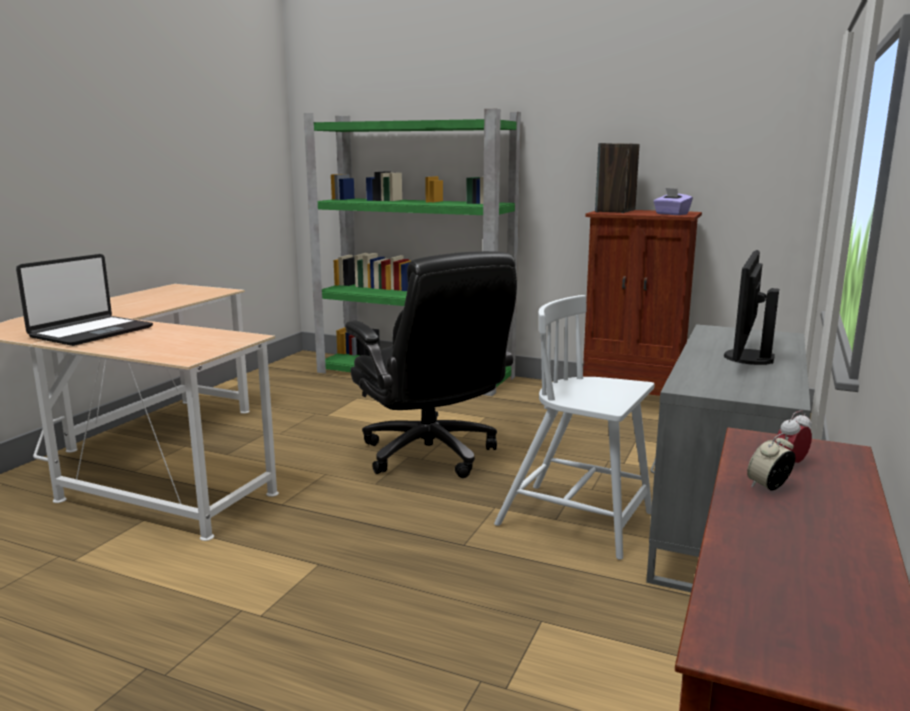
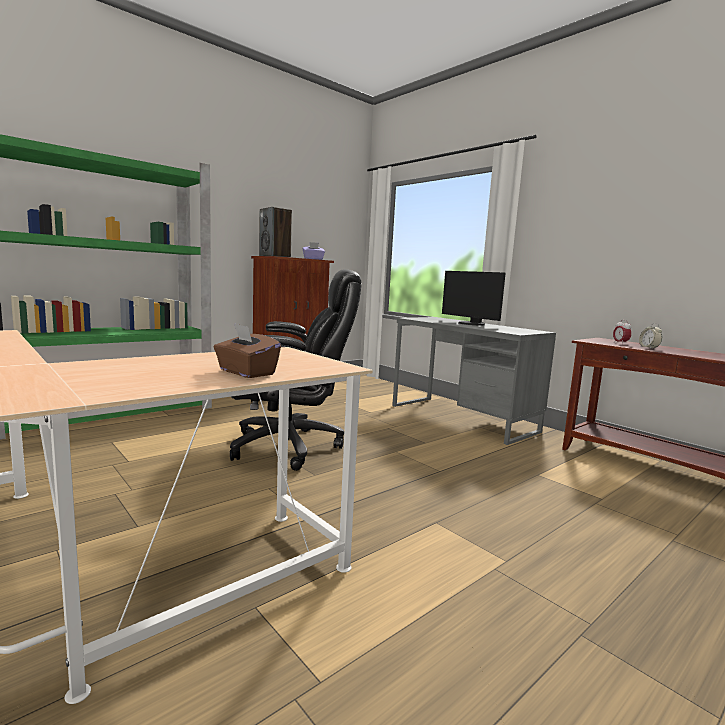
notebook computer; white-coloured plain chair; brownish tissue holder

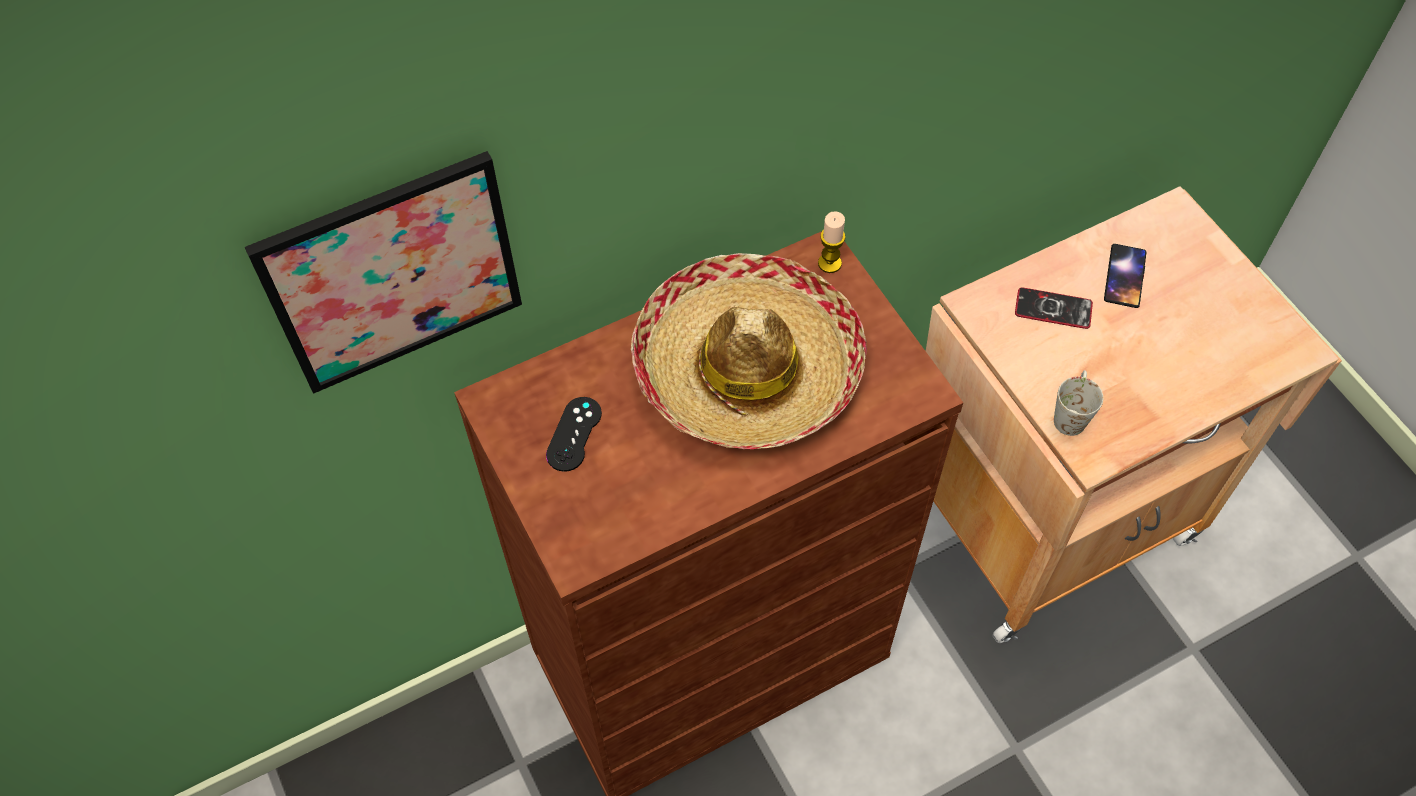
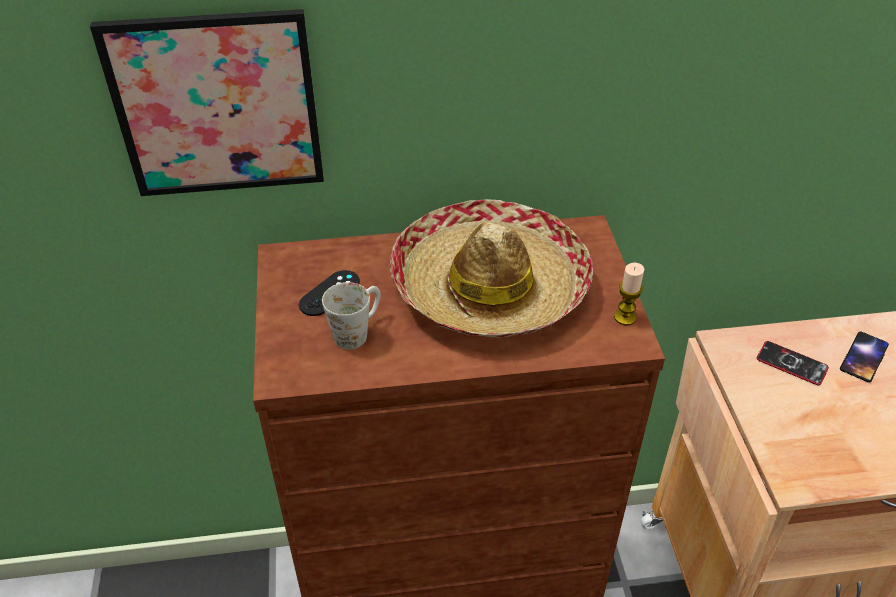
wax light; white-coloured mug

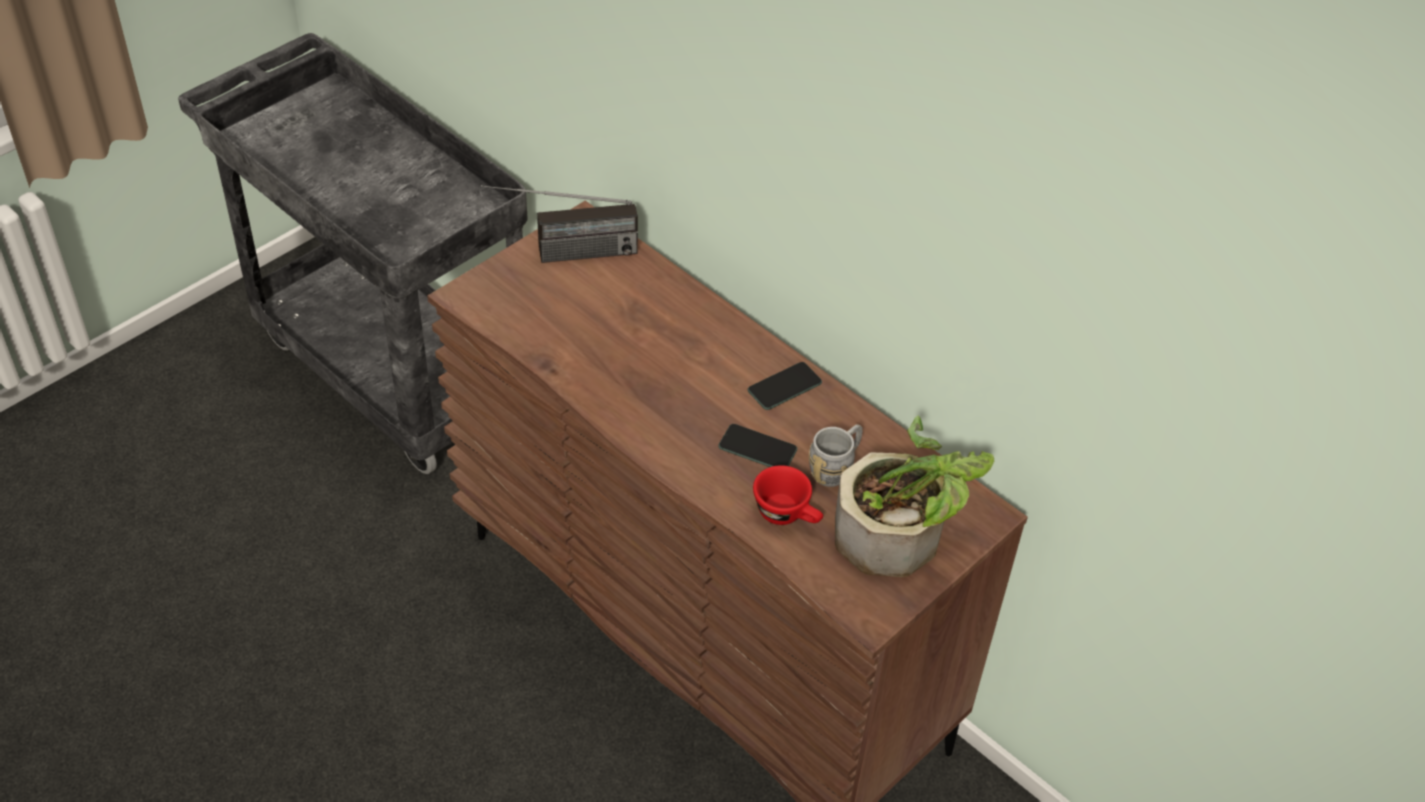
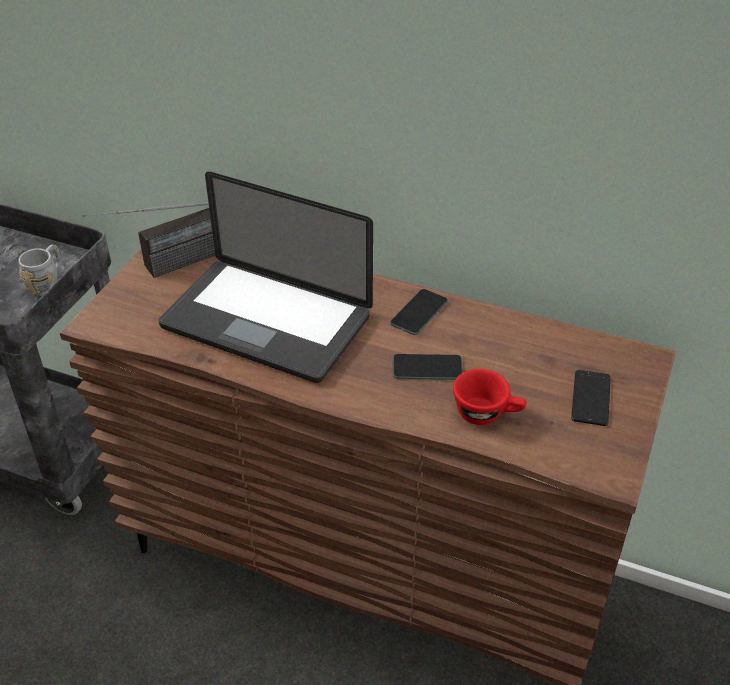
handset (no. 3 from left); gray mug; notebook computer

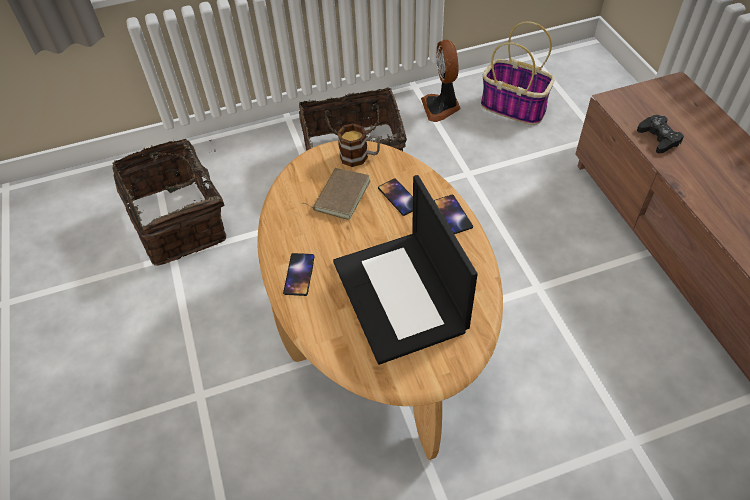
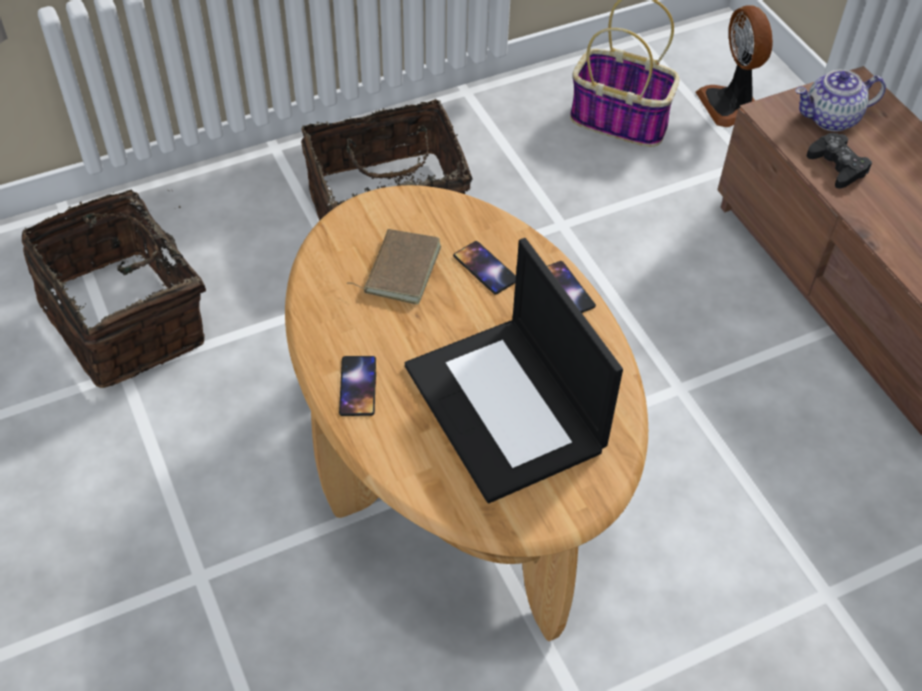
electric fan; mug; teapot

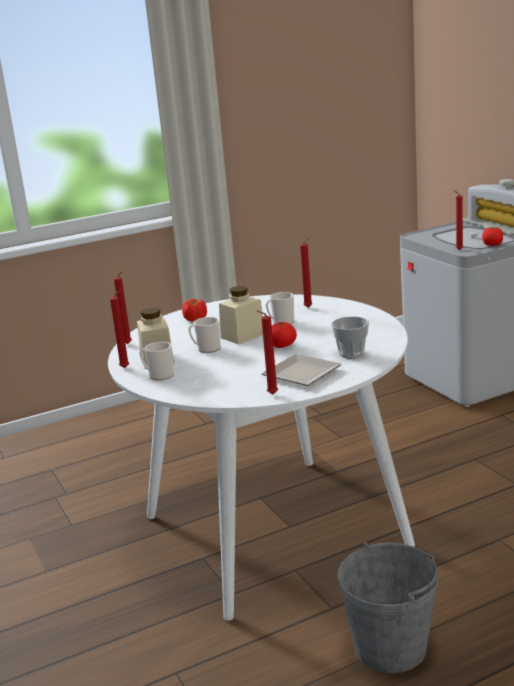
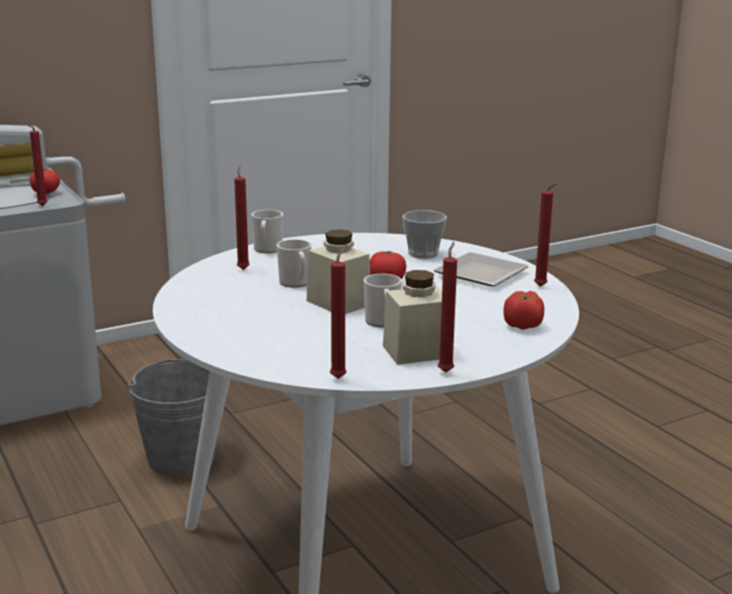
fresh tomato (no. 3 from left); mug (no. 1 from left); gray bucket

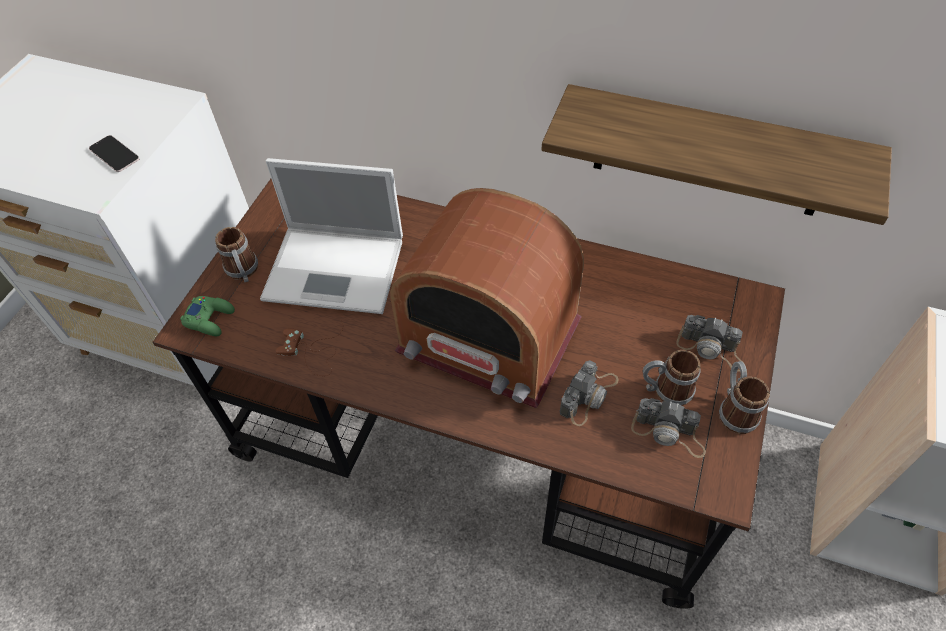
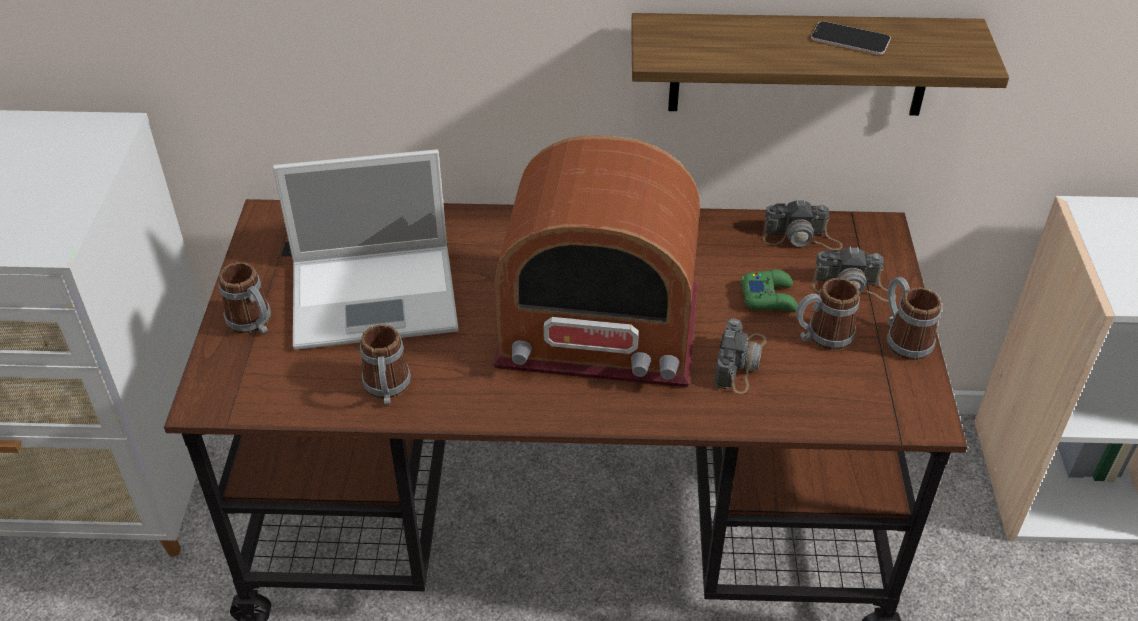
handset; green-coloured joypad; mug (no. 2 from left); photo camera (no. 2 from left)

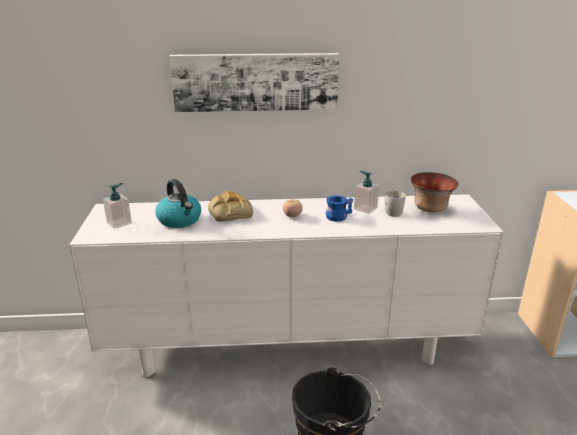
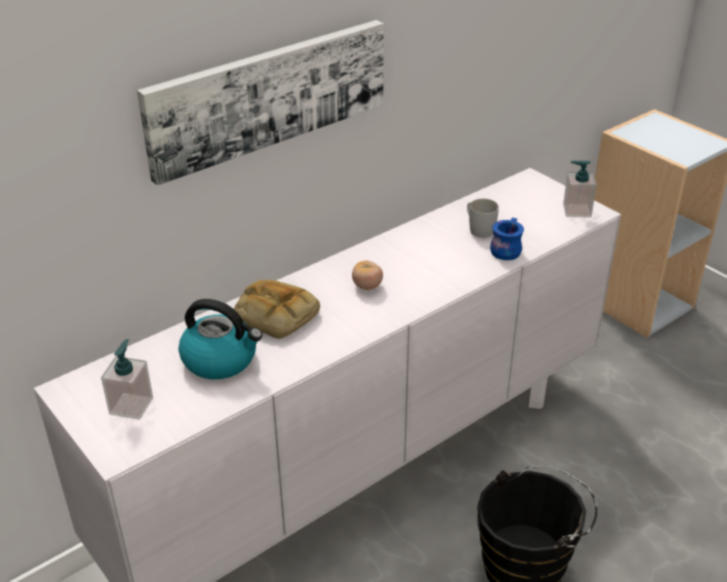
liquid soap bottle (no. 2 from left); serving bowl; blue mug

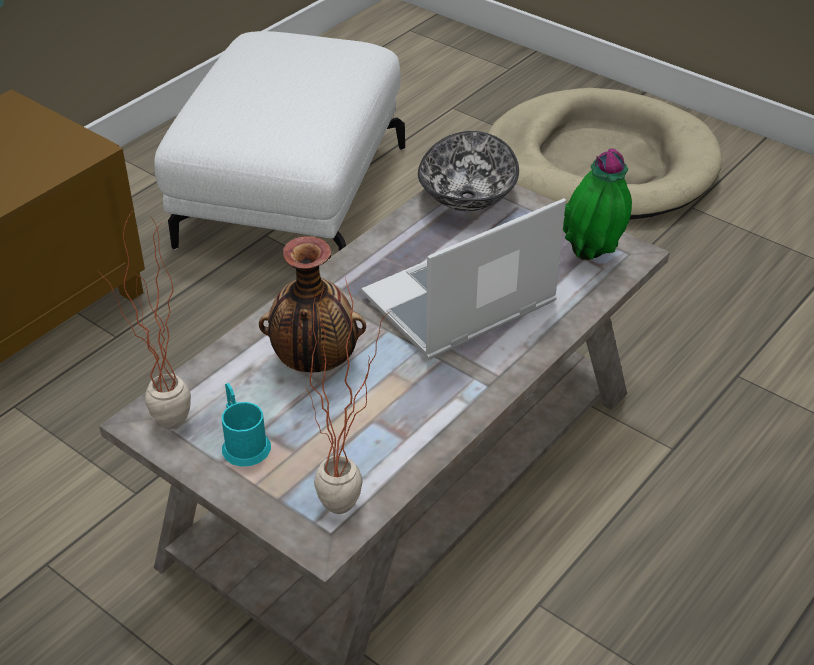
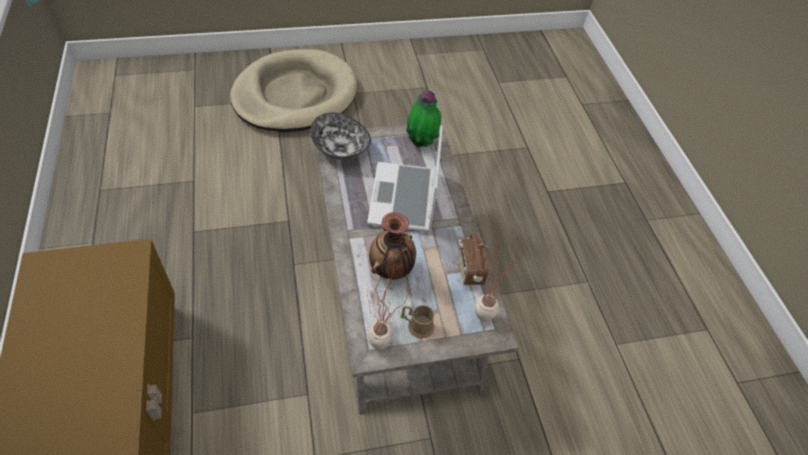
white-coloured footrest; brownish mug; radio

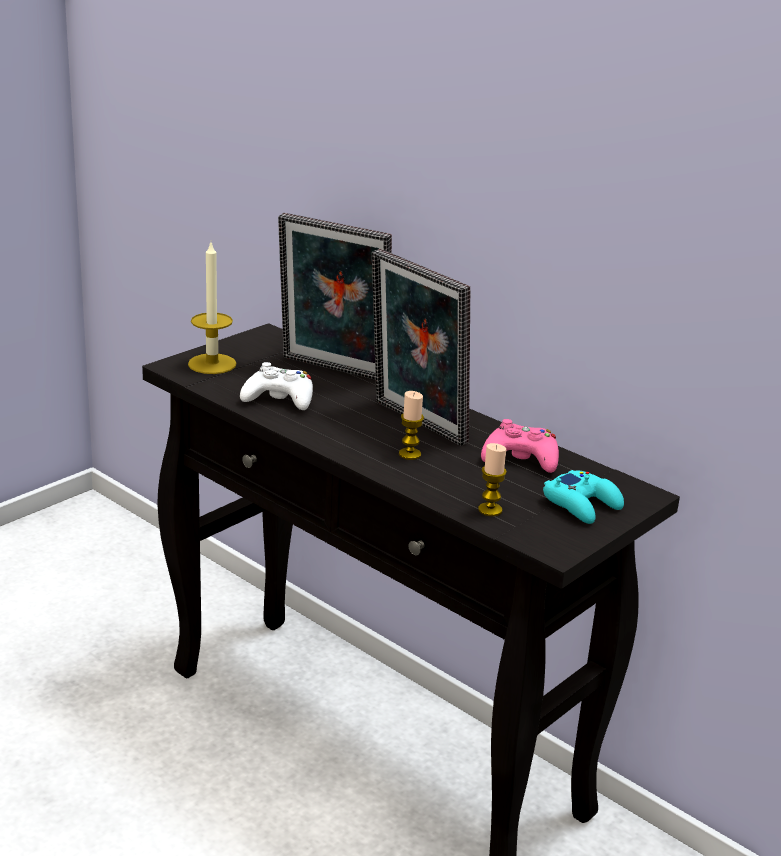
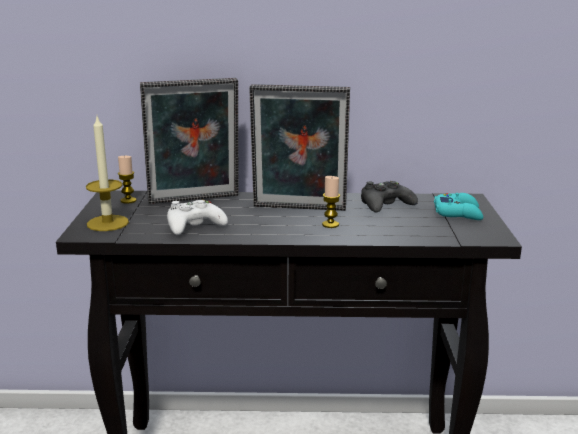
black-coloured joypad; wax light (no. 2 from left)

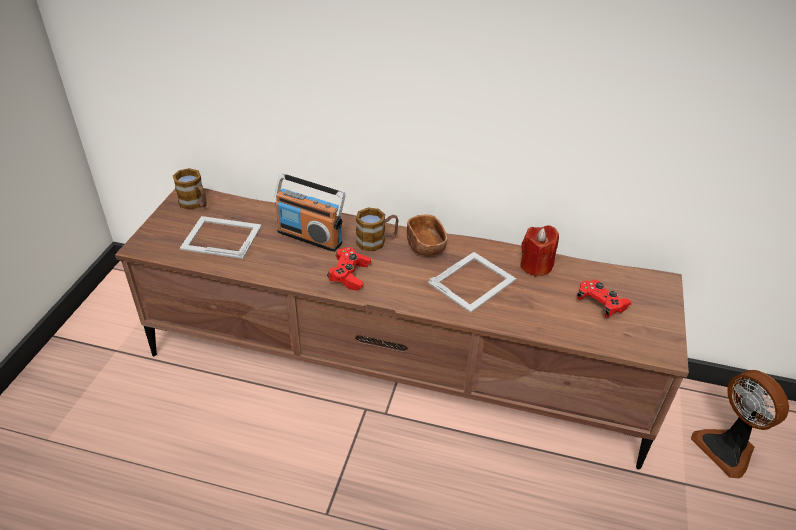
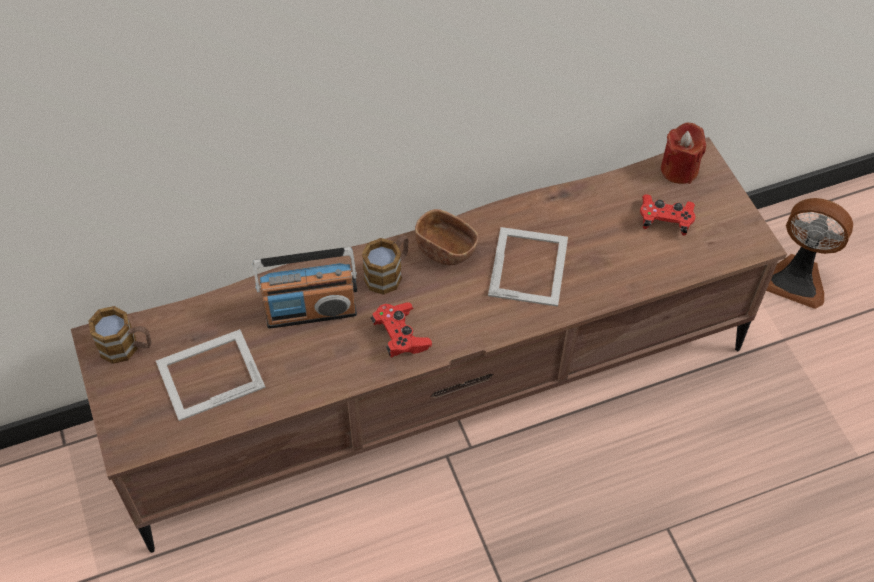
red-coloured wax light

